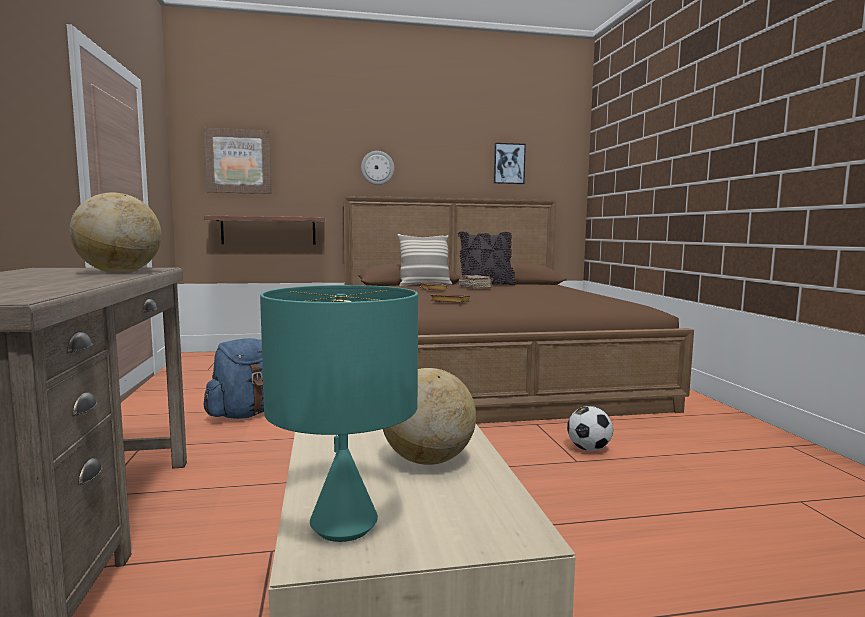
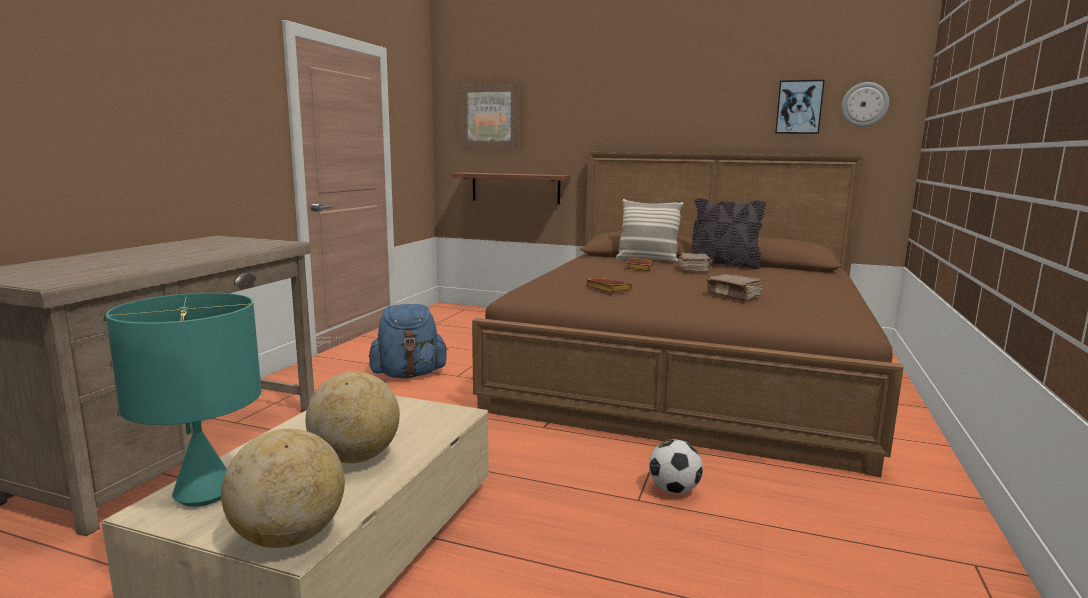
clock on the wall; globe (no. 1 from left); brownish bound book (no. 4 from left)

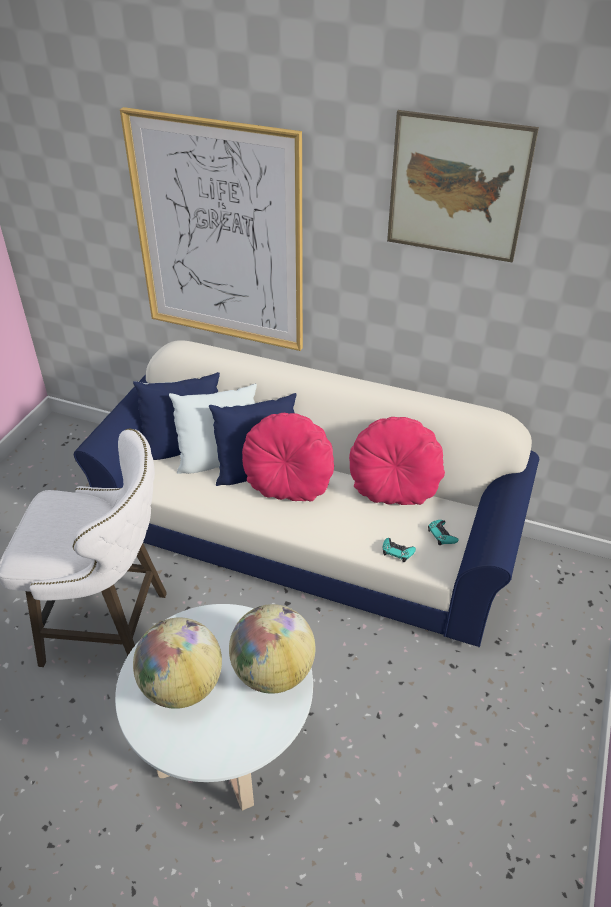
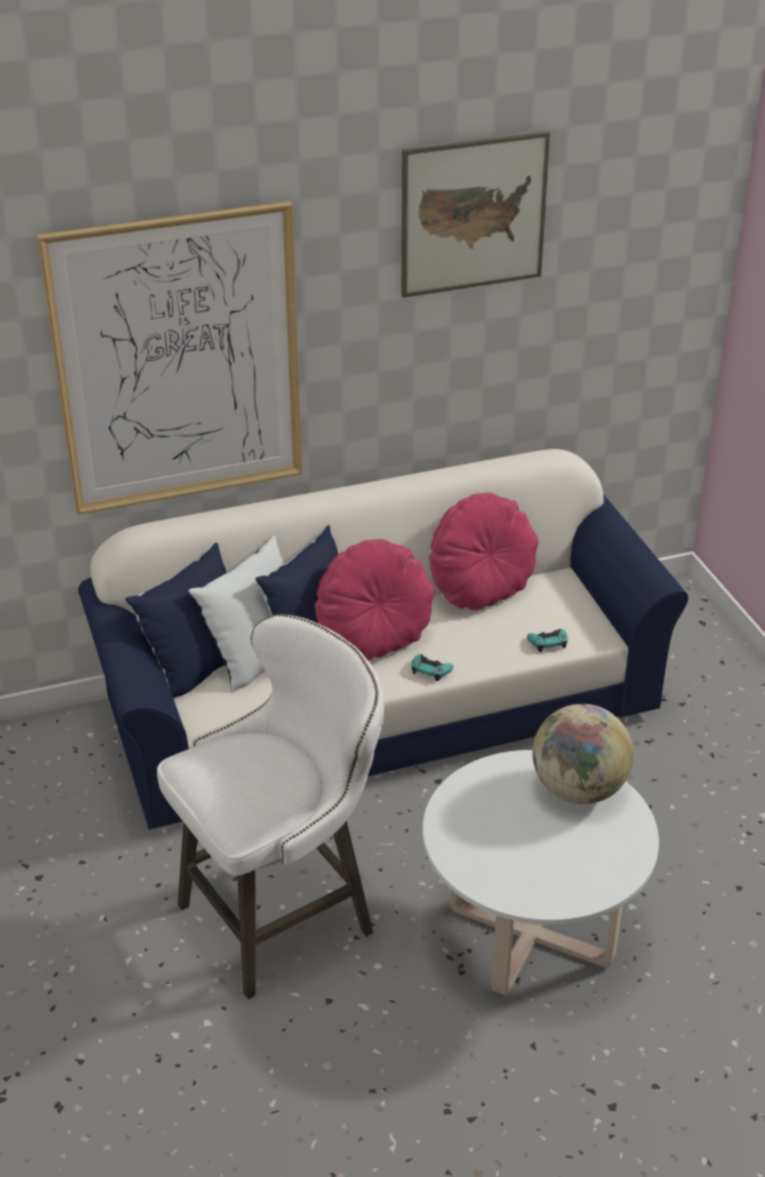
turquoise joypad (no. 1 from left); globe (no. 1 from left in the first image)

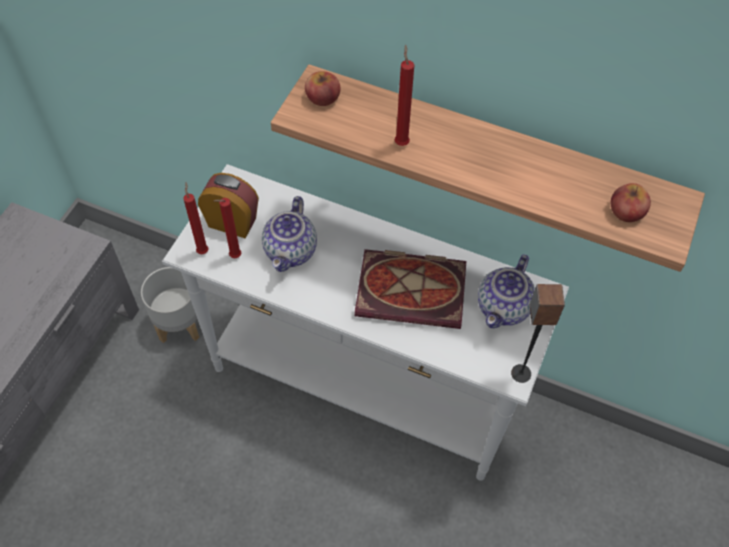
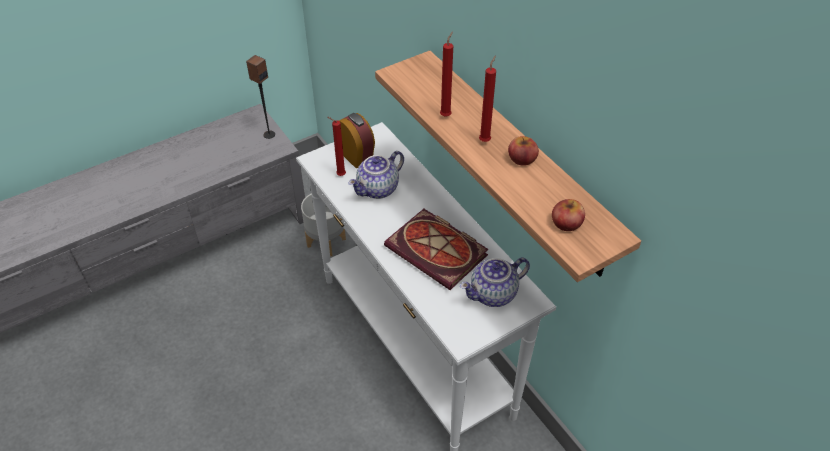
apple fruit (no. 1 from left); red-coloured wax light (no. 3 from left); loudspeaker

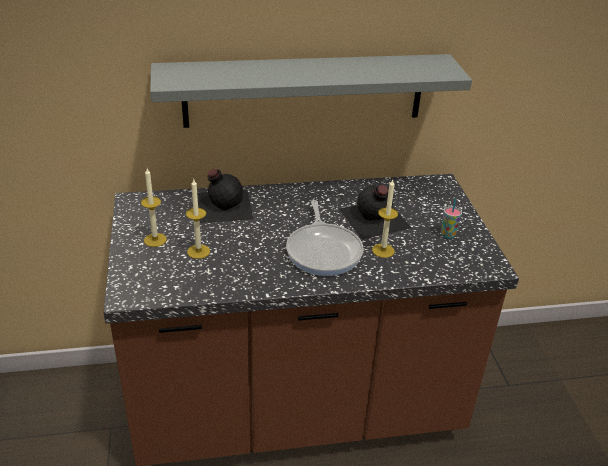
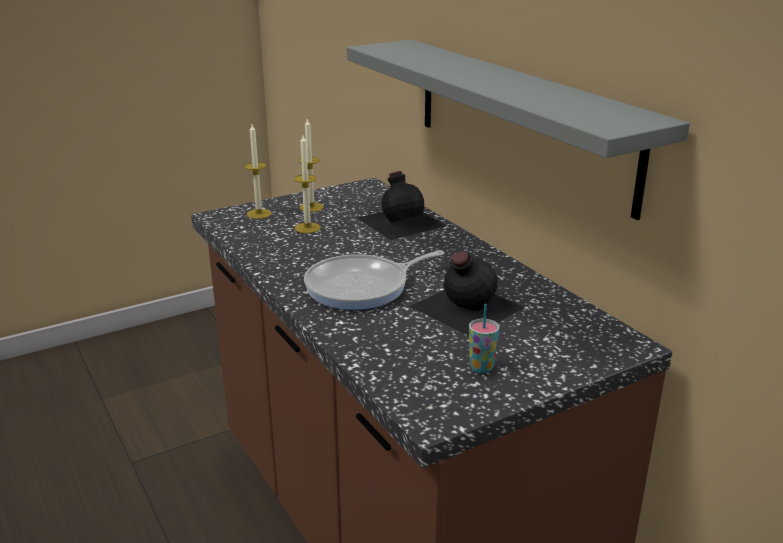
wax light (no. 1 from left)

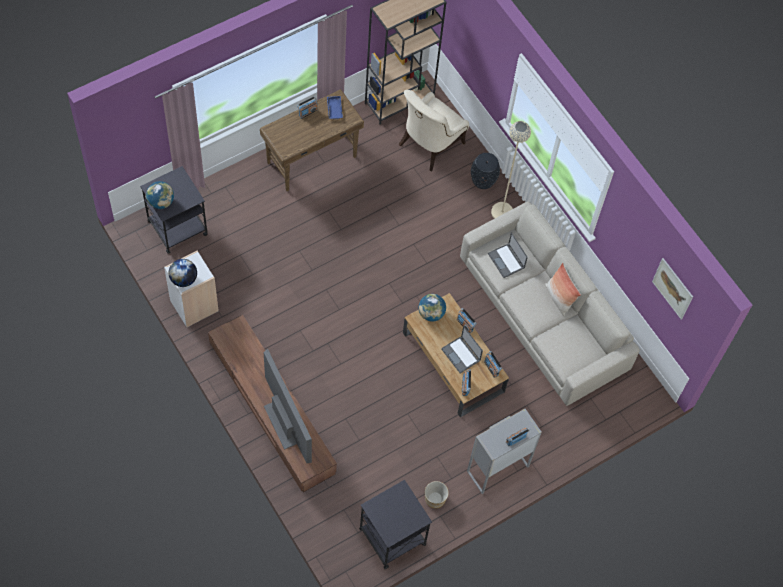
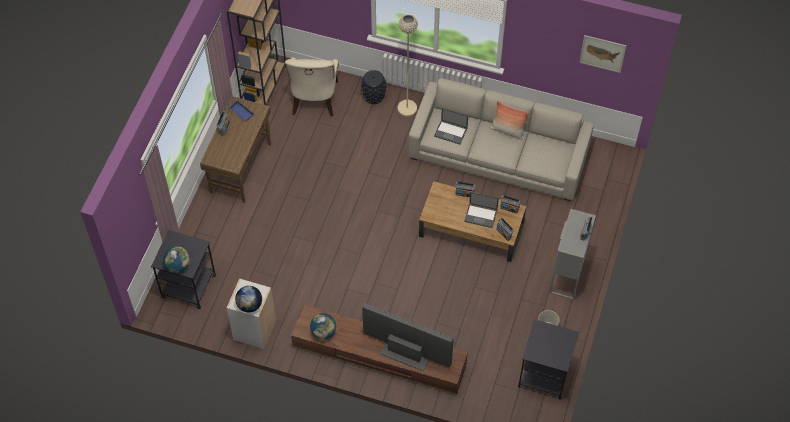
globe (no. 3 from left)

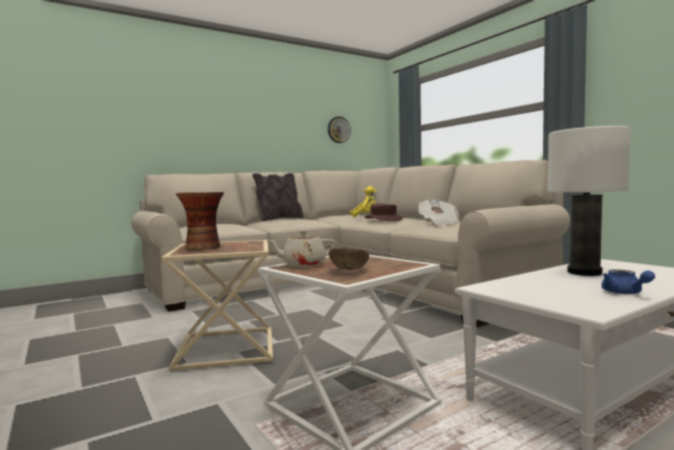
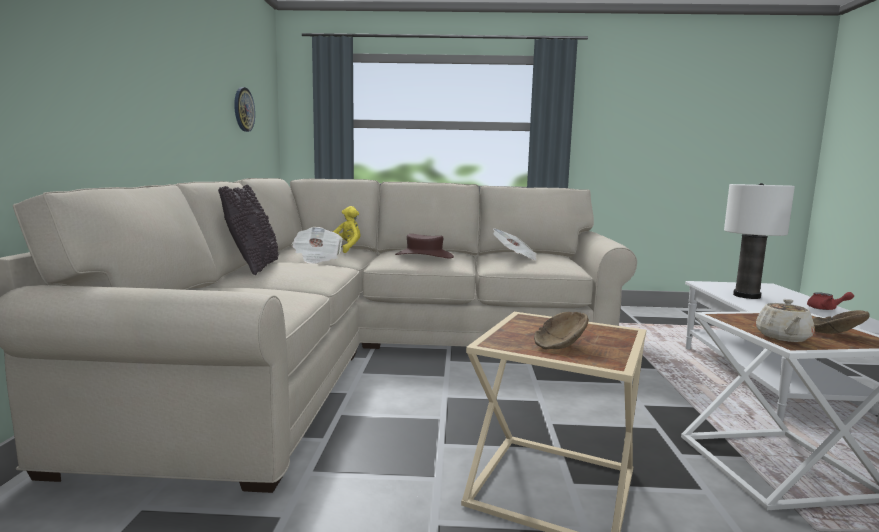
brownish serving bowl (no. 1 from left); red-coloured teapot; printed paper (no. 1 from left)

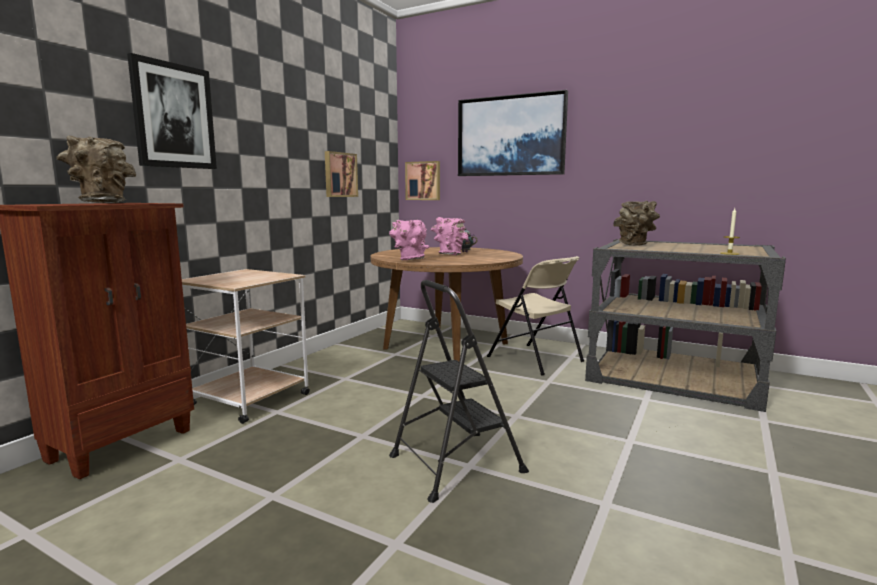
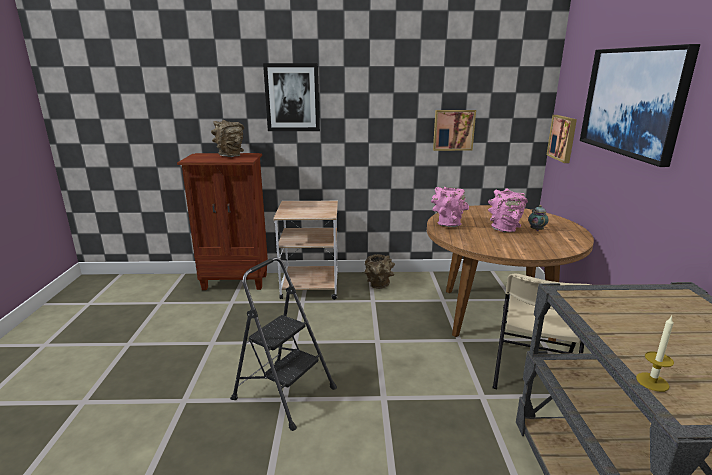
brownish flower vase (no. 2 from left)

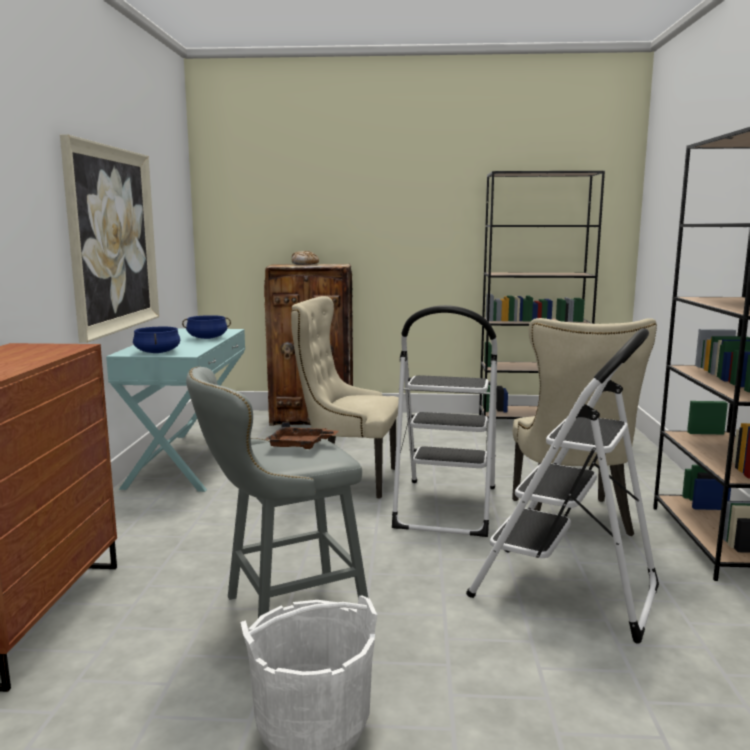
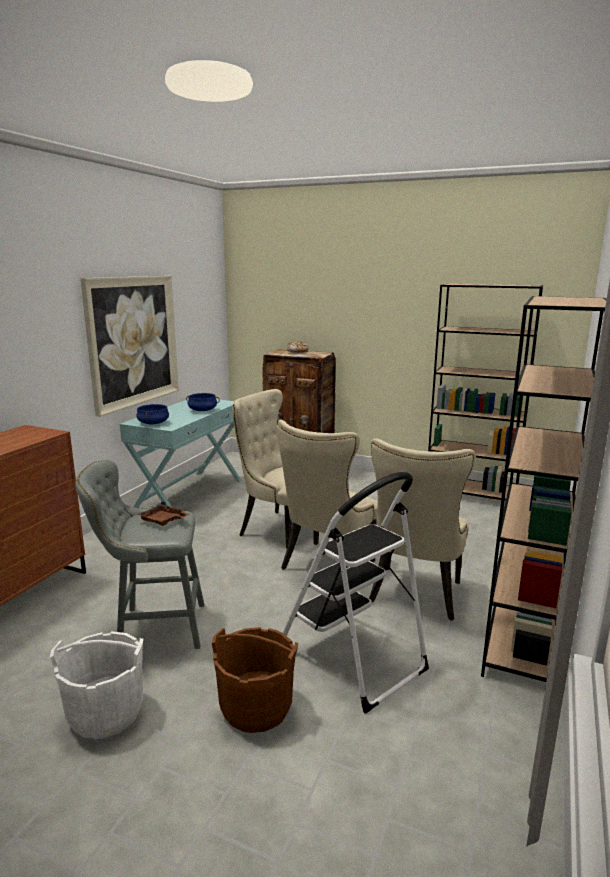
sand-coloured plain chair (no. 2 from left); brownish bucket

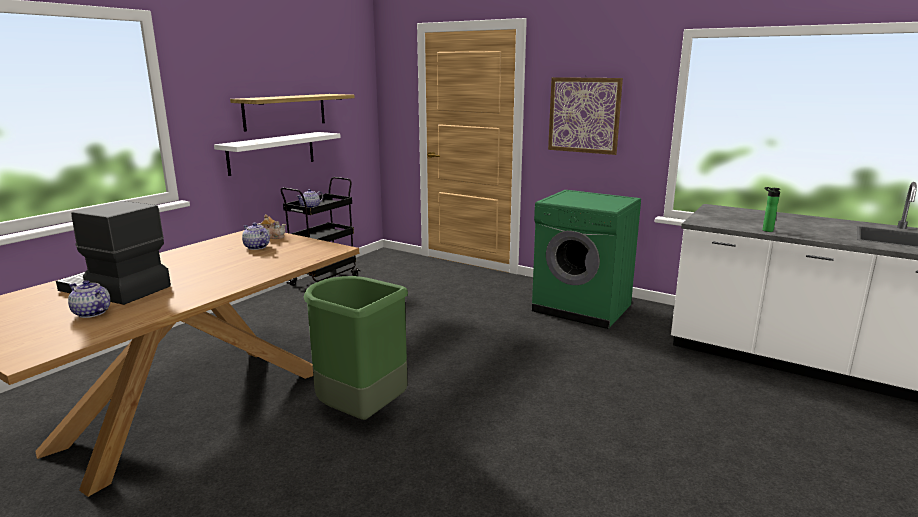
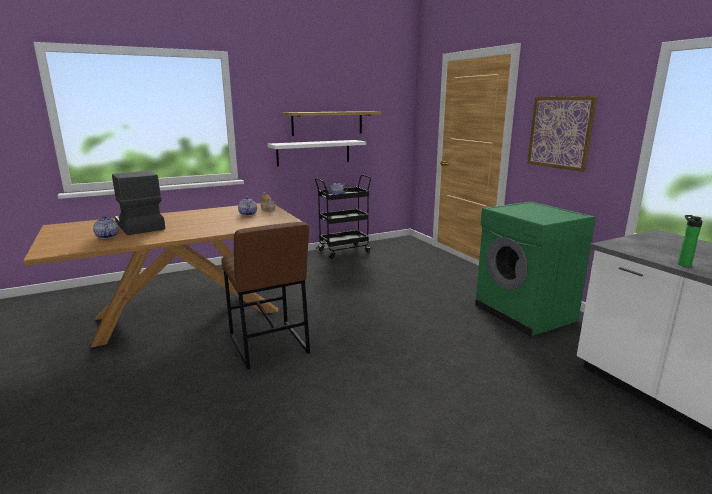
brownish plain chair

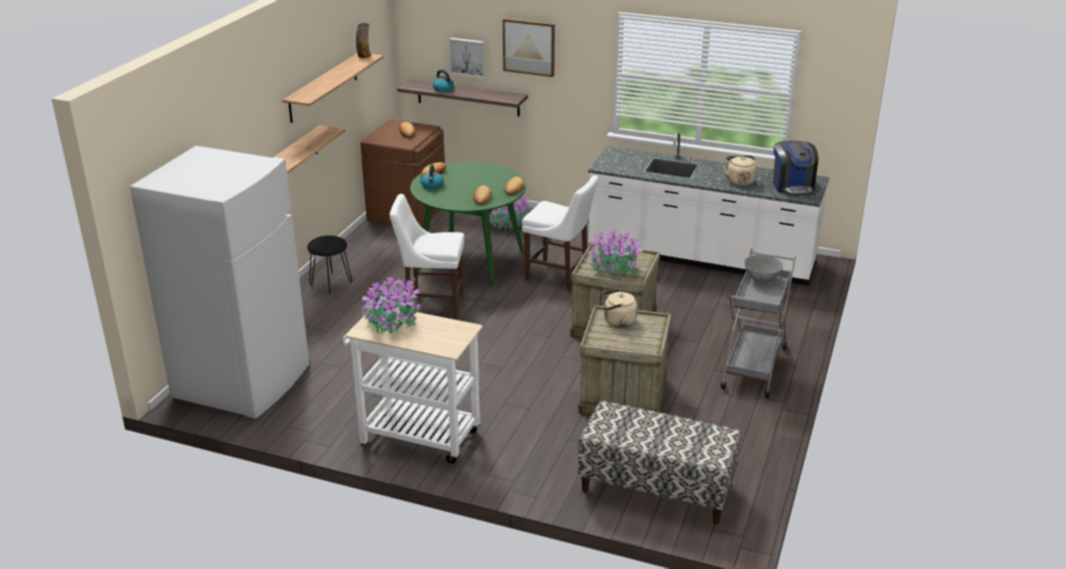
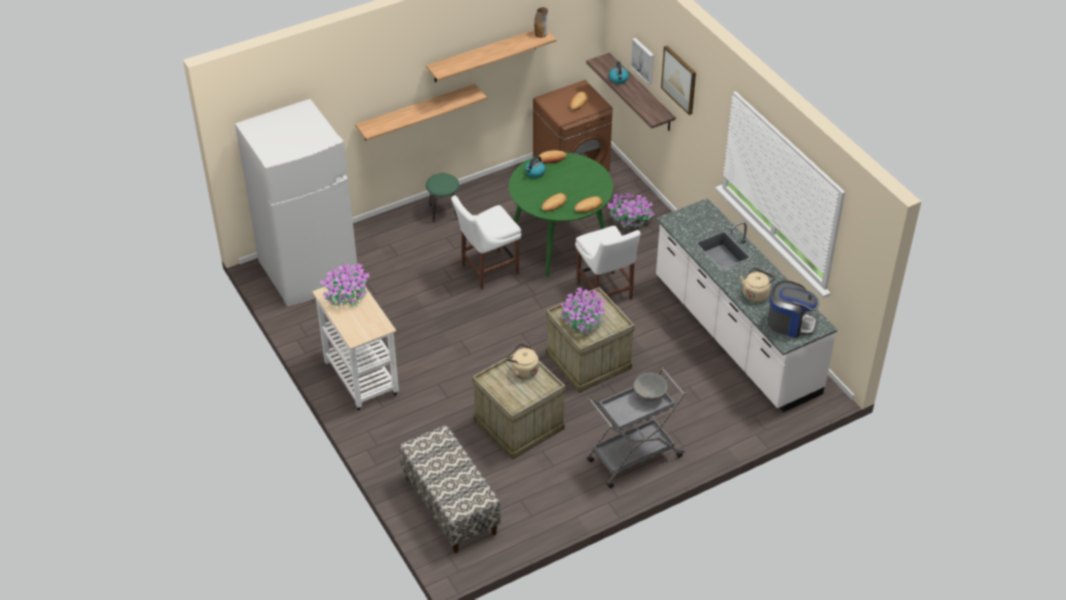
coffee brewer; white-coloured plain chair (no. 1 from left); green-coloured stool

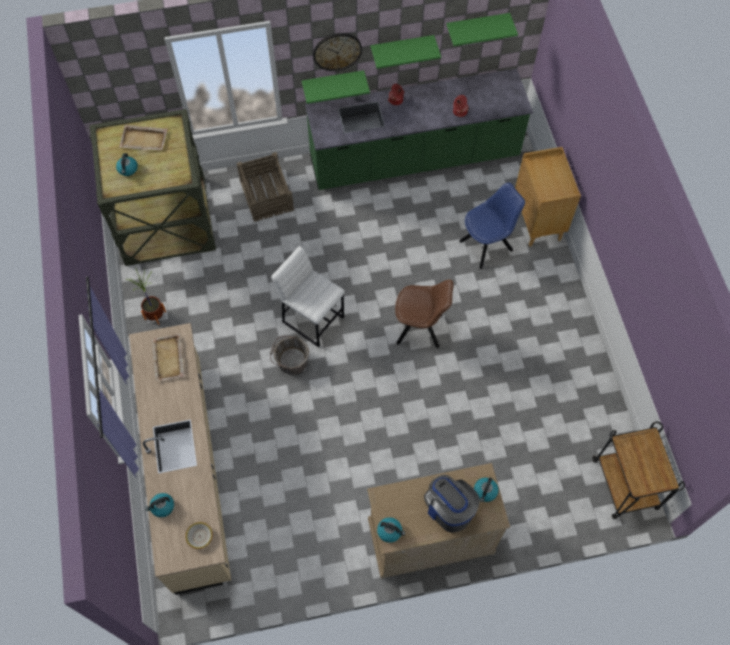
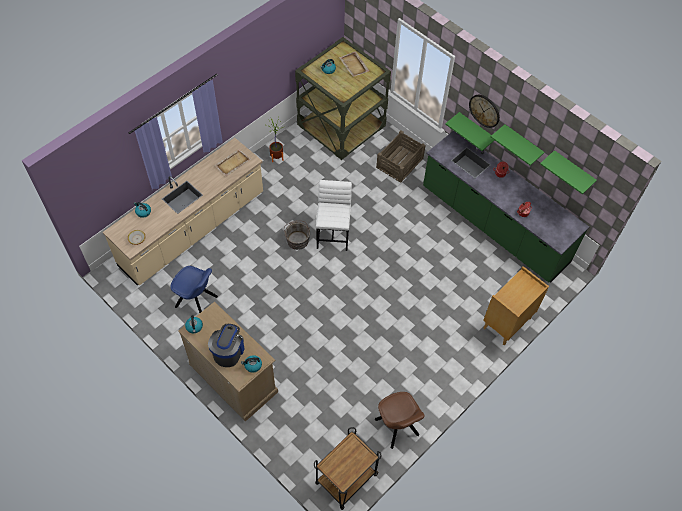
blue plain chair; brownish plain chair

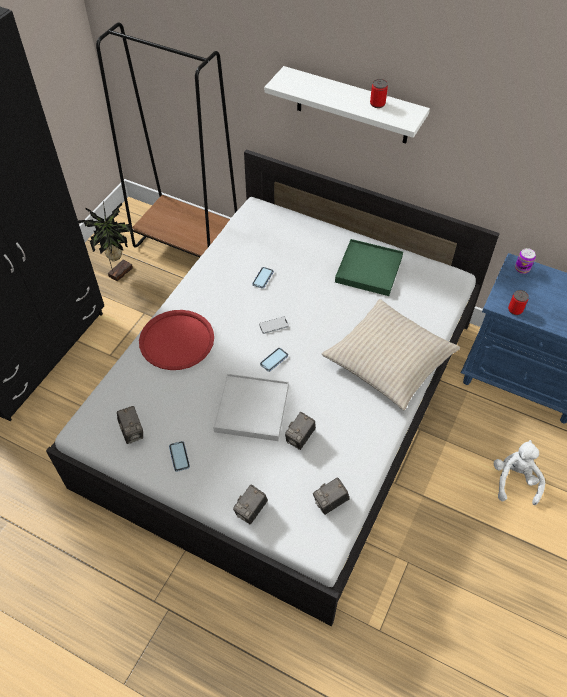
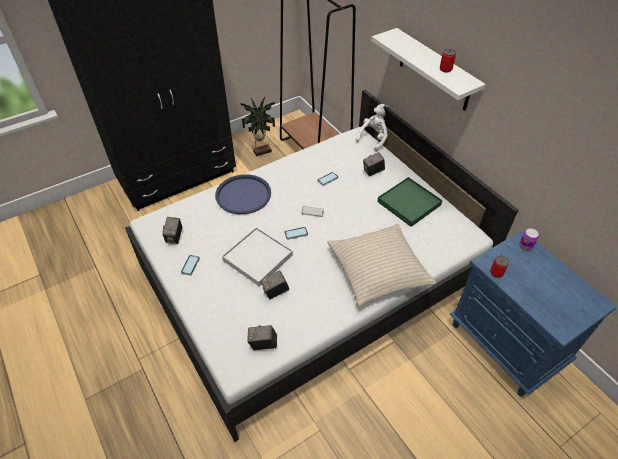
blue carrying tray; white-coloured cuddly toy; photo camera (no. 4 from left)

